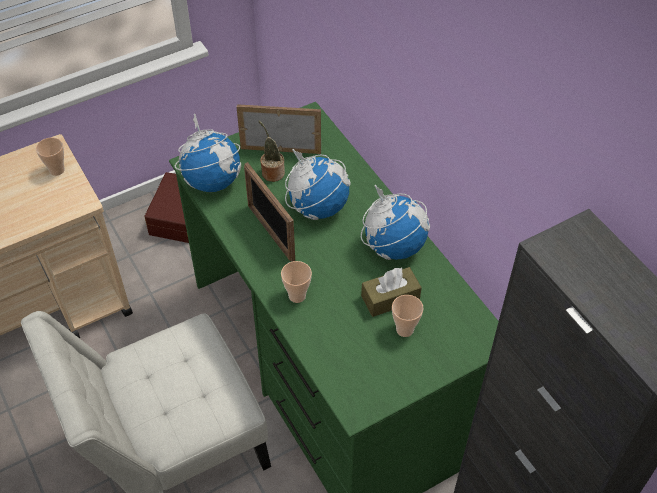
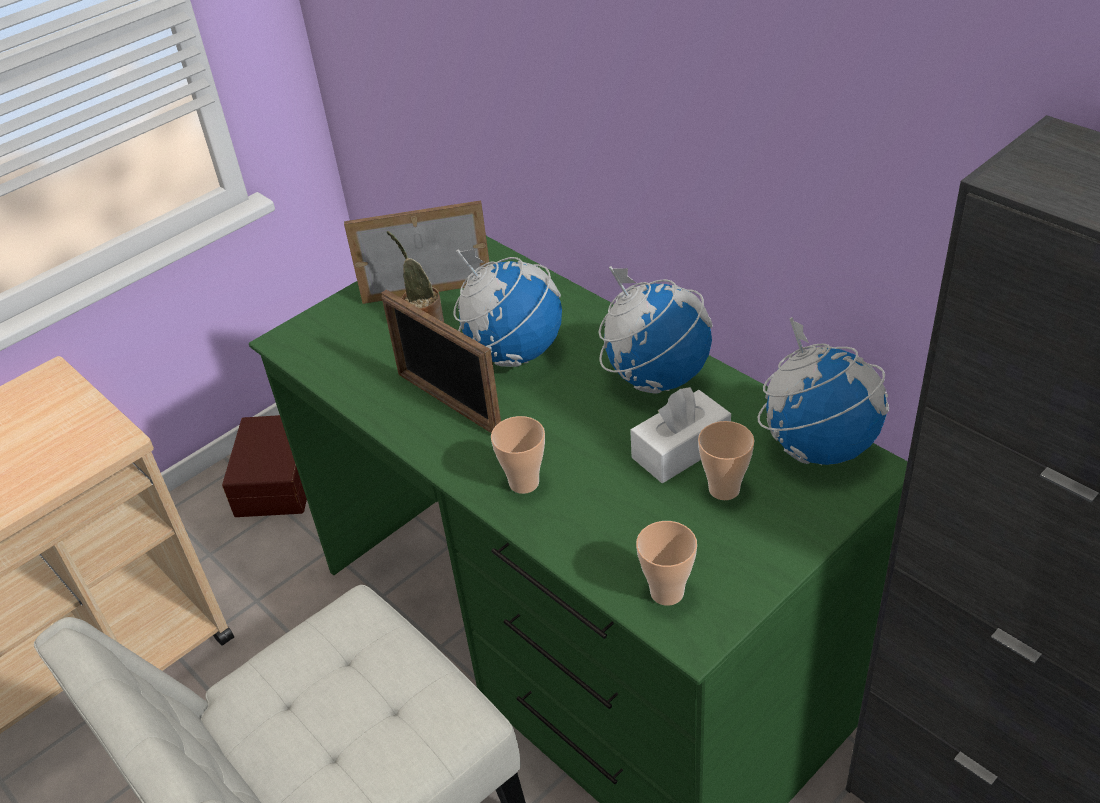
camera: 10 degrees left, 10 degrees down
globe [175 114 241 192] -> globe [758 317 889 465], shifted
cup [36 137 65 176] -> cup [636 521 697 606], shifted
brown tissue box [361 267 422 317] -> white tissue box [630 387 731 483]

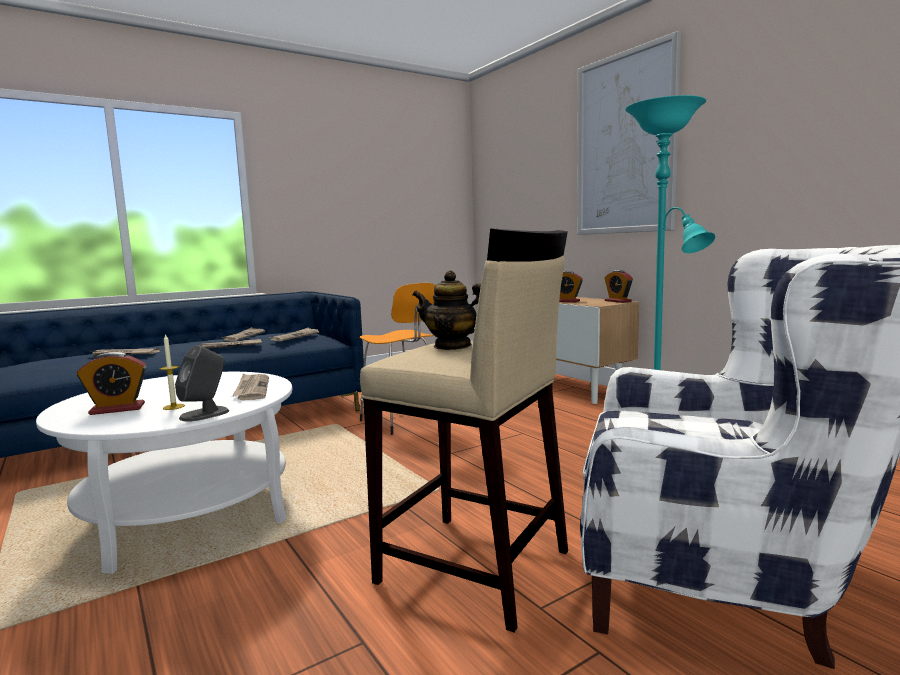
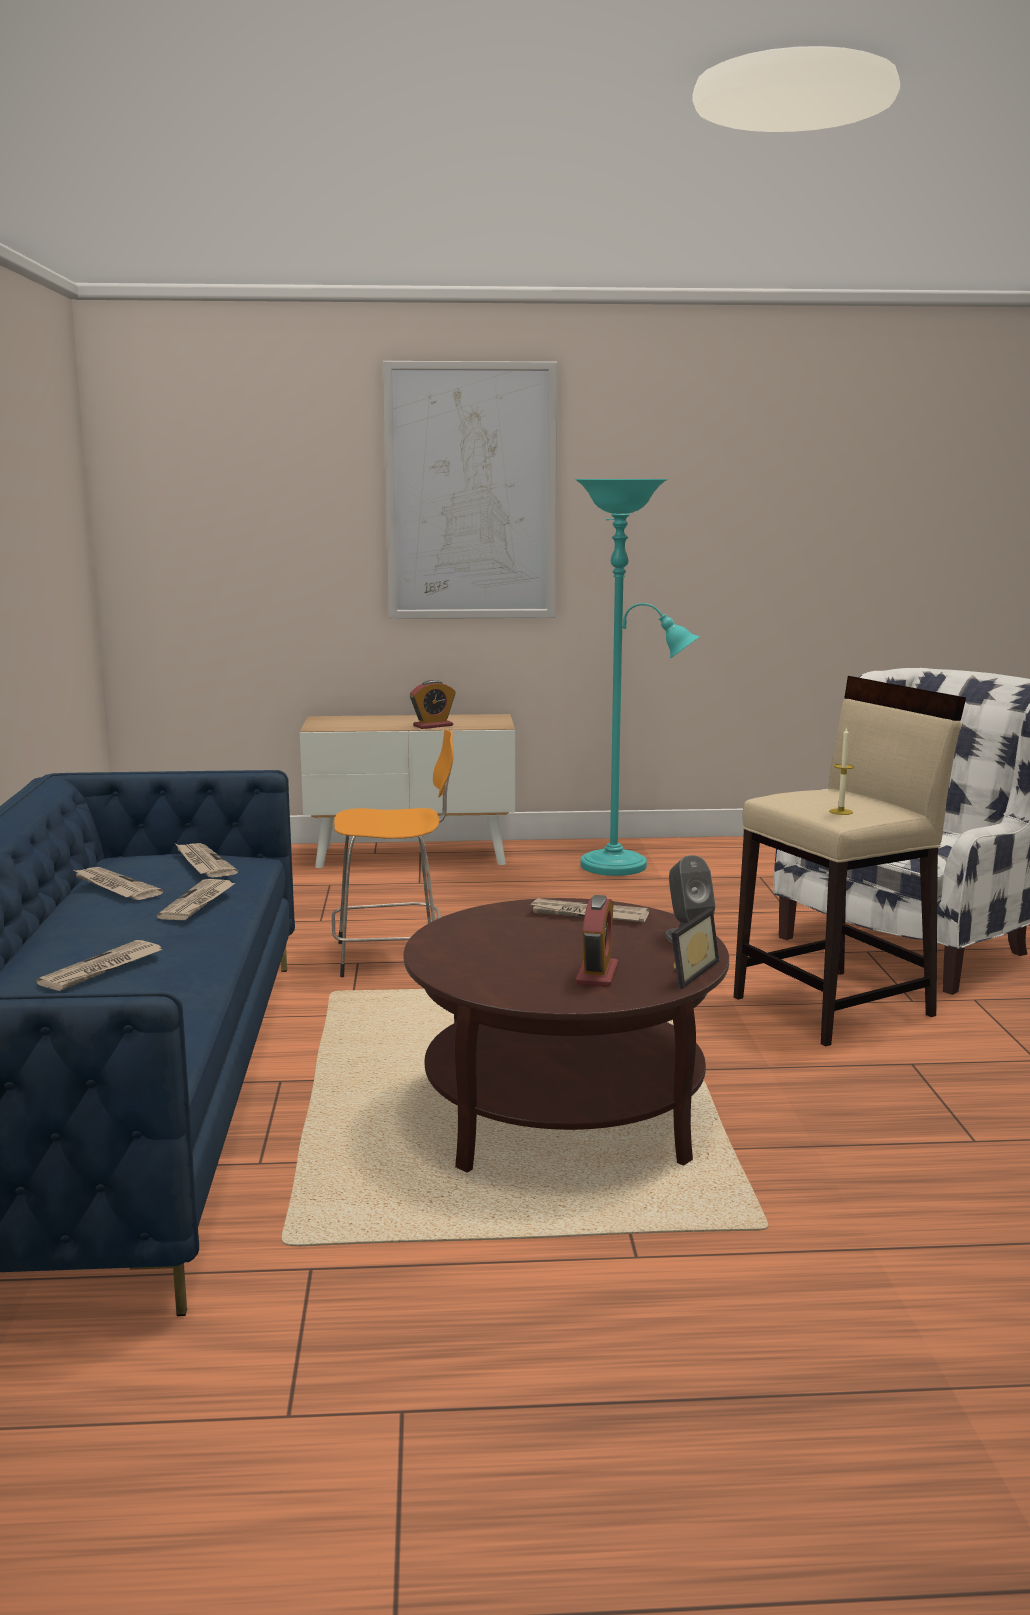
camera: 60 degrees left, 5 degrees up
teapot [412 270 481 350] -> none
alarm clock [604 270 633 303] -> none
candle [160 334 185 410] -> candle [829 727 854 815], shifted
white coffee table [36 372 292 574] -> brown coffee table [403 898 729 1173]
none -> picture frame [671 909 719 989]

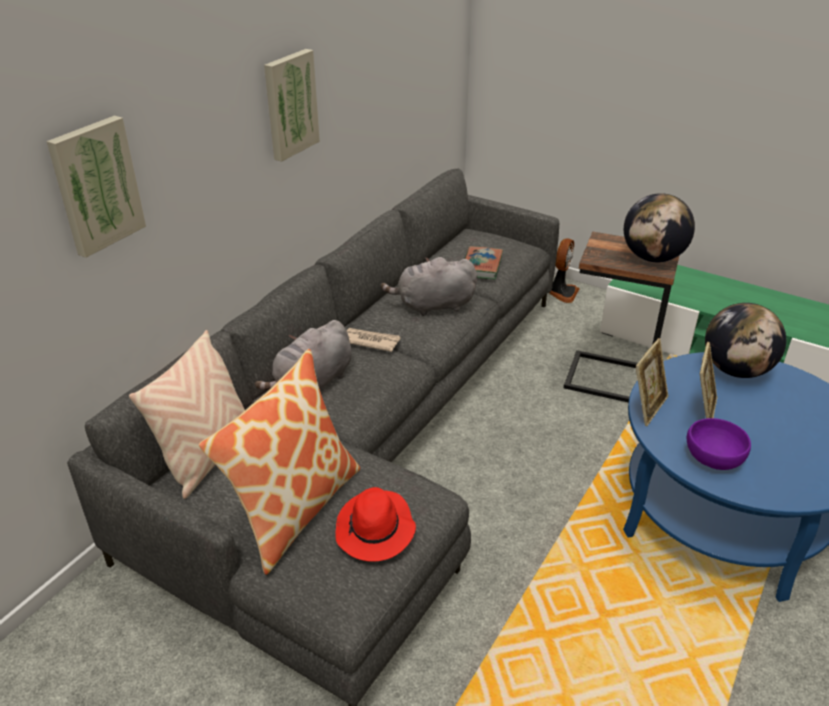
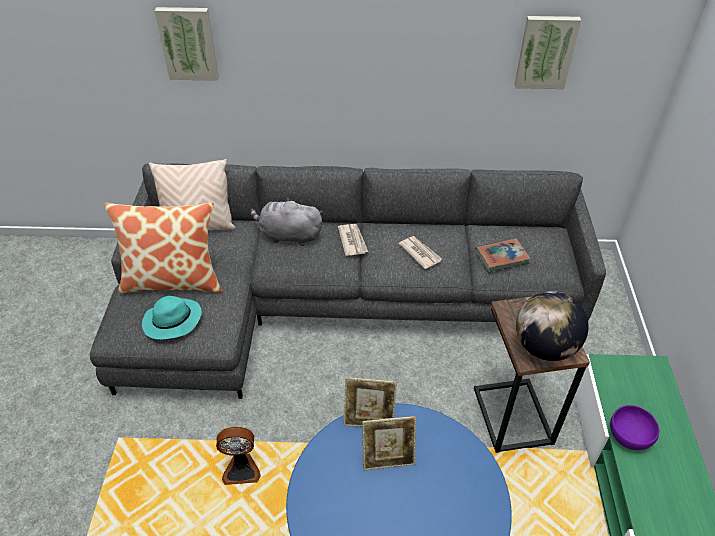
camera: 60 degrees right, 10 degrees up
picture [264 49 320 162] -> picture [514 16 581 89], shifted
fan [549 239 579 303] -> fan [216 427 261 485], shifted
grey plush toy [381 257 477 316] -> newspaper [398 236 442 269]
globe [705 303 786 378] -> none
purple bowl [687 418 751 470] -> purple bowl [610 405 659 450], shifted
red hat [336 487 416 562] -> turquoise hat [142 296 202 340]

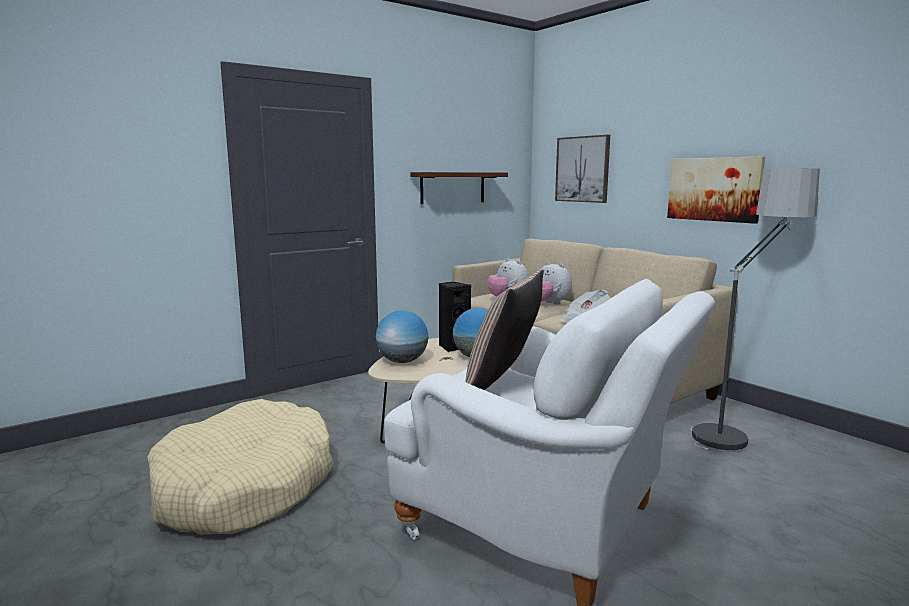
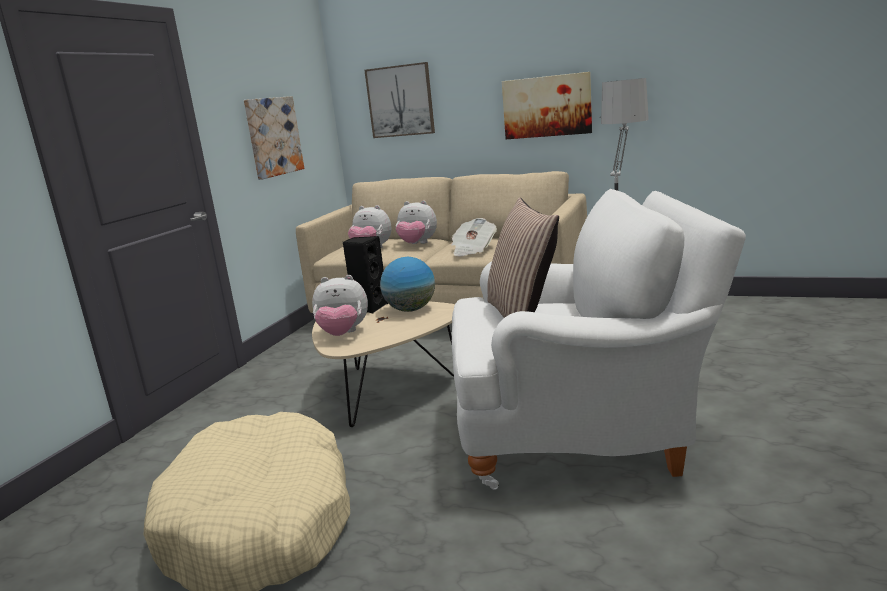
camera: 30 degrees left, 5 degrees up
brown shelf [410 172 508 204] -> picture [244 96 304 180]
globe [376 310 429 363] -> plush toy [312 275 368 336]

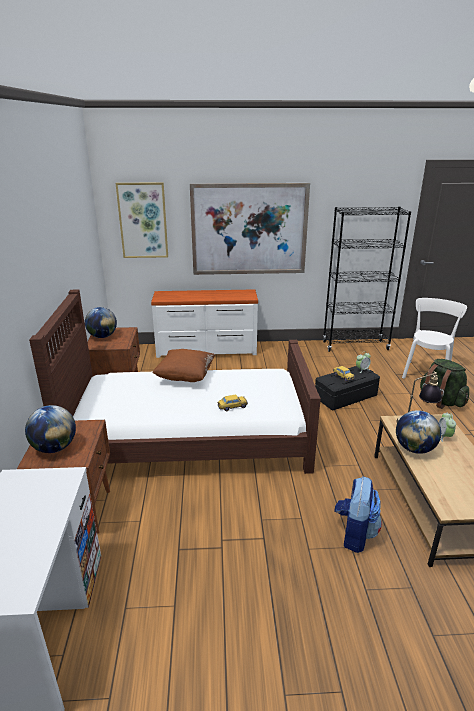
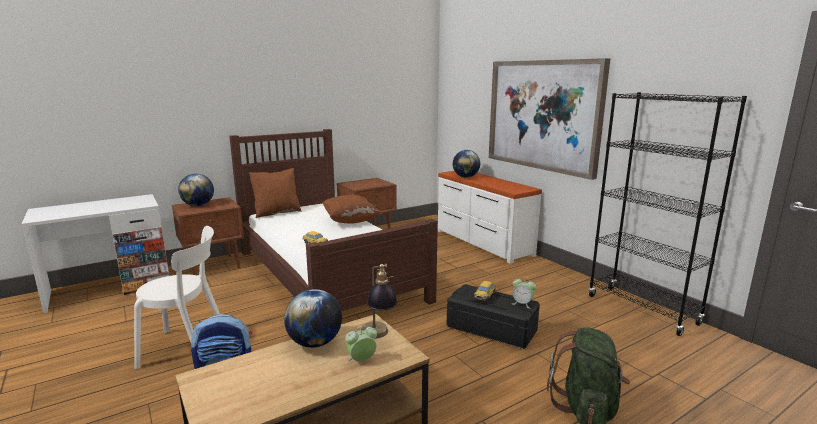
camera: 60 degrees right, 10 degrees down
picture [115 182 168 258] -> none
white chair [402 298 467 378] -> white chair [134 226 220 369], shifted
globe [85 307 117 338] -> globe [453 150 480 178], shifted
none -> brown pillow [249 168 302 218]

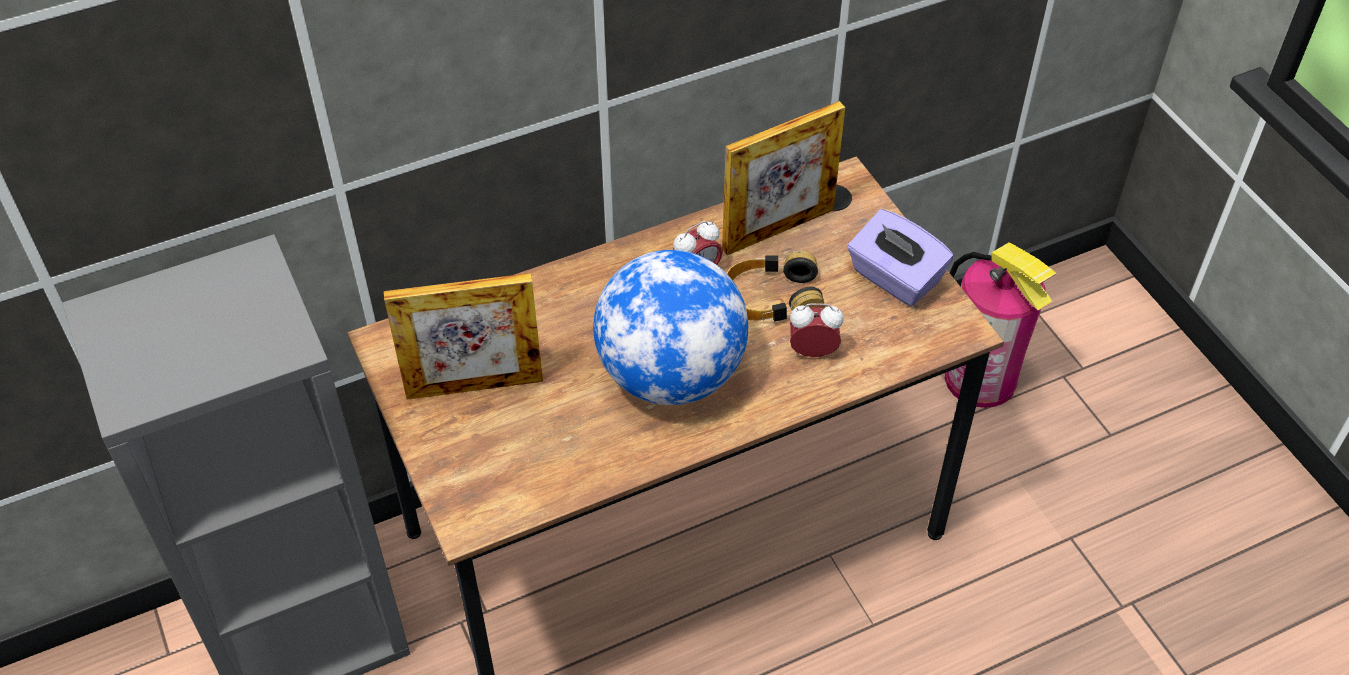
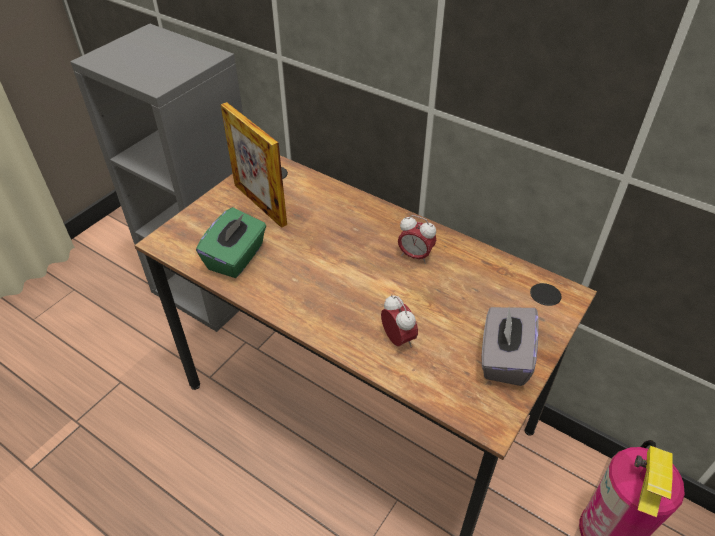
camera: 60 degrees right, 5 degrees down
picture frame [722 101 845 255] -> none
purple tissue box [847 209 954 306] -> grey tissue box [482 307 539 386]
globe [593 250 748 405] -> none
headphones [726 251 825 322] -> none
none -> green tissue box [196 207 266 278]

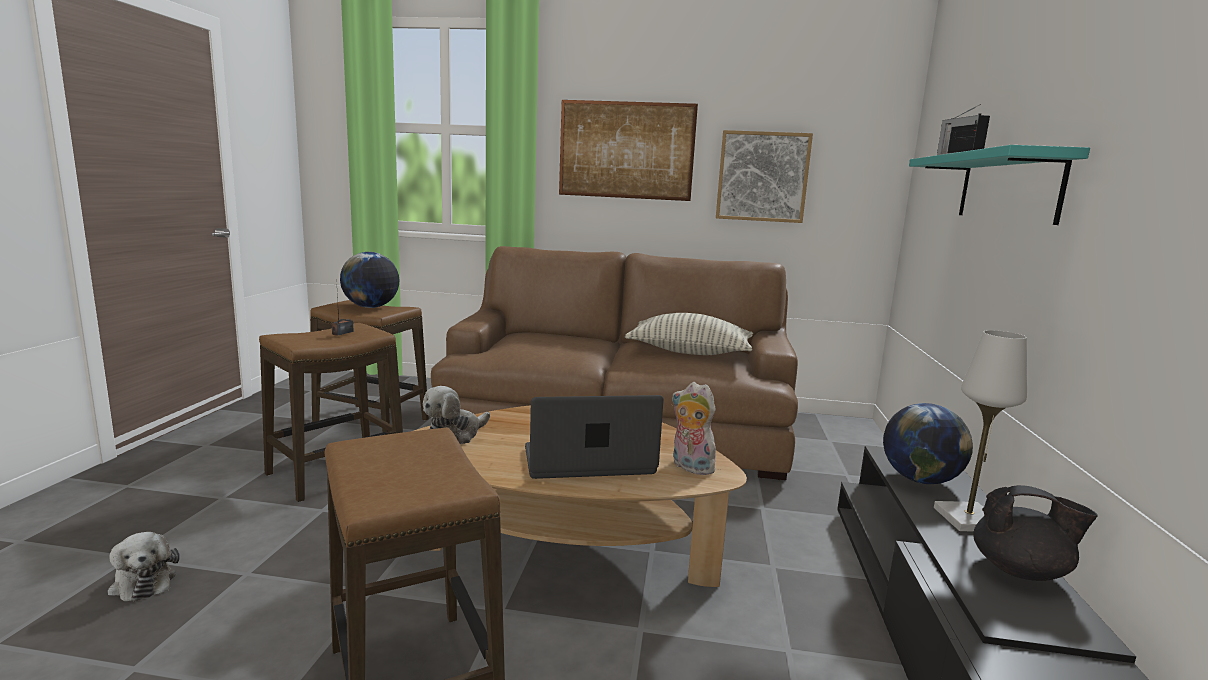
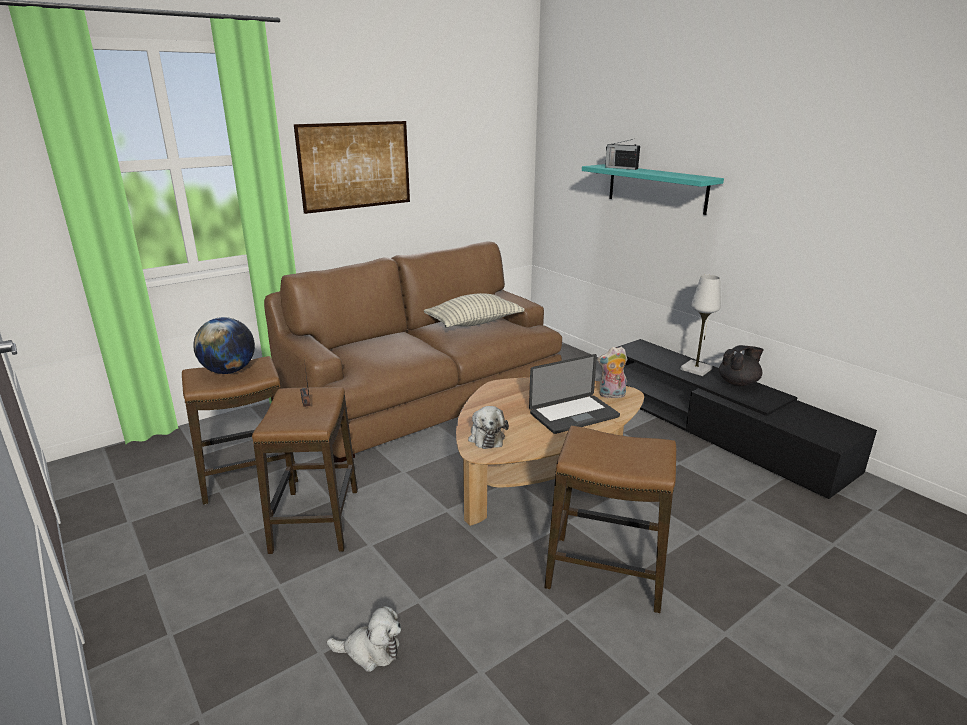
camera: 45 degrees left, 10 degrees up
picture [716 130 813 223] -> none
laptop [525 395 664 479] -> laptop [529 354 620 434], 150 degrees counterclockwise
globe [883 403 973 484] -> none

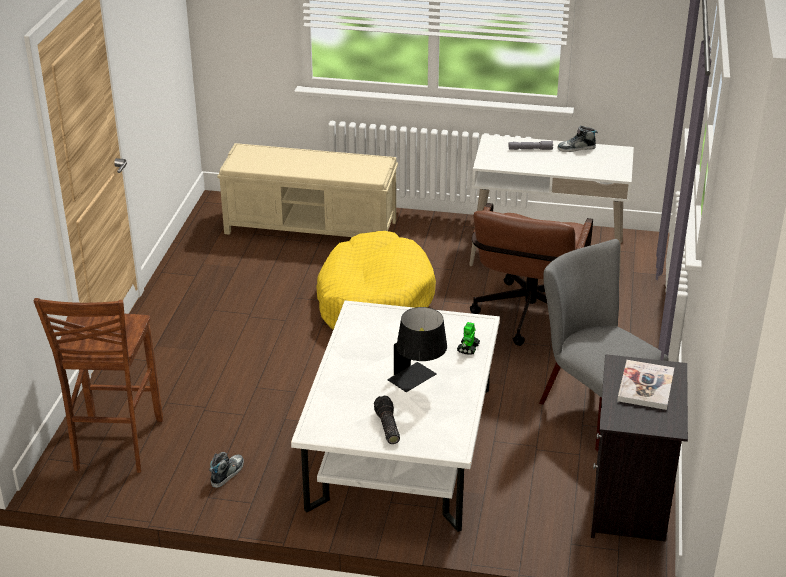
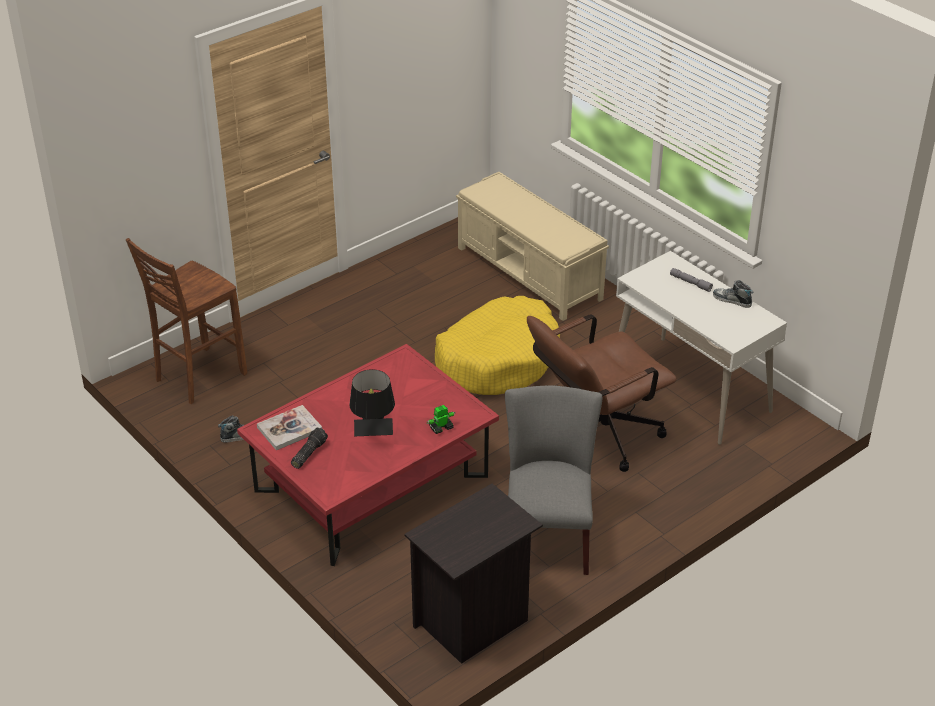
camera: 40 degrees right, 5 degrees up
white coffee table [291 300 500 532] -> red coffee table [237 344 499 566]
book [617 360 674 410] -> book [257 405 322 450], shifted

